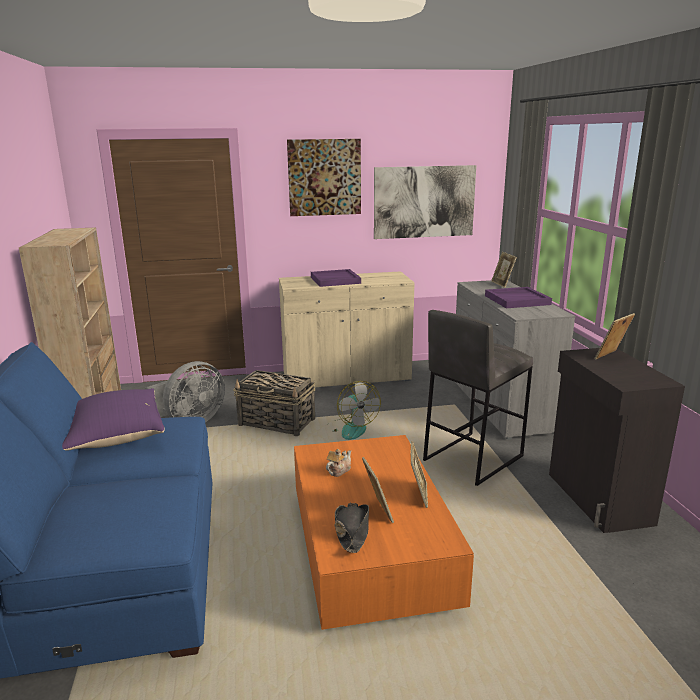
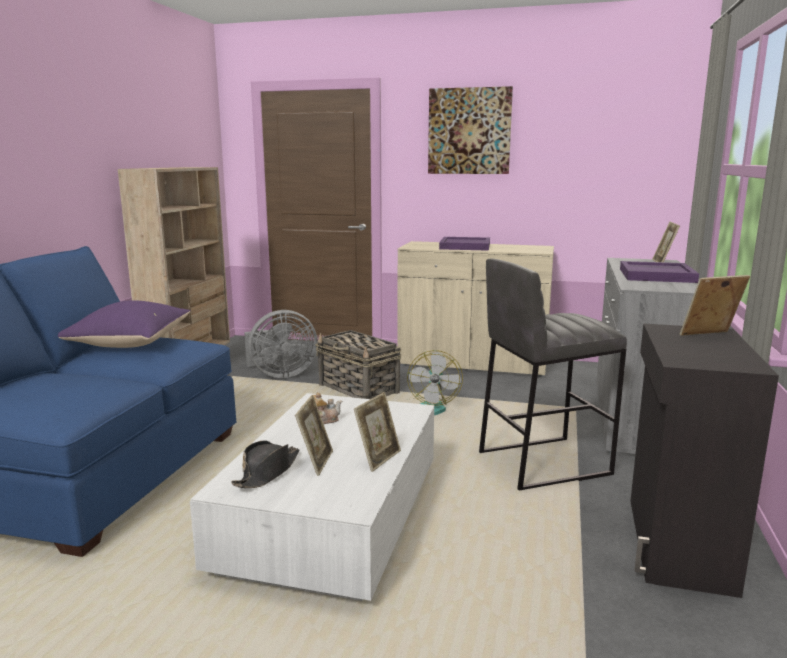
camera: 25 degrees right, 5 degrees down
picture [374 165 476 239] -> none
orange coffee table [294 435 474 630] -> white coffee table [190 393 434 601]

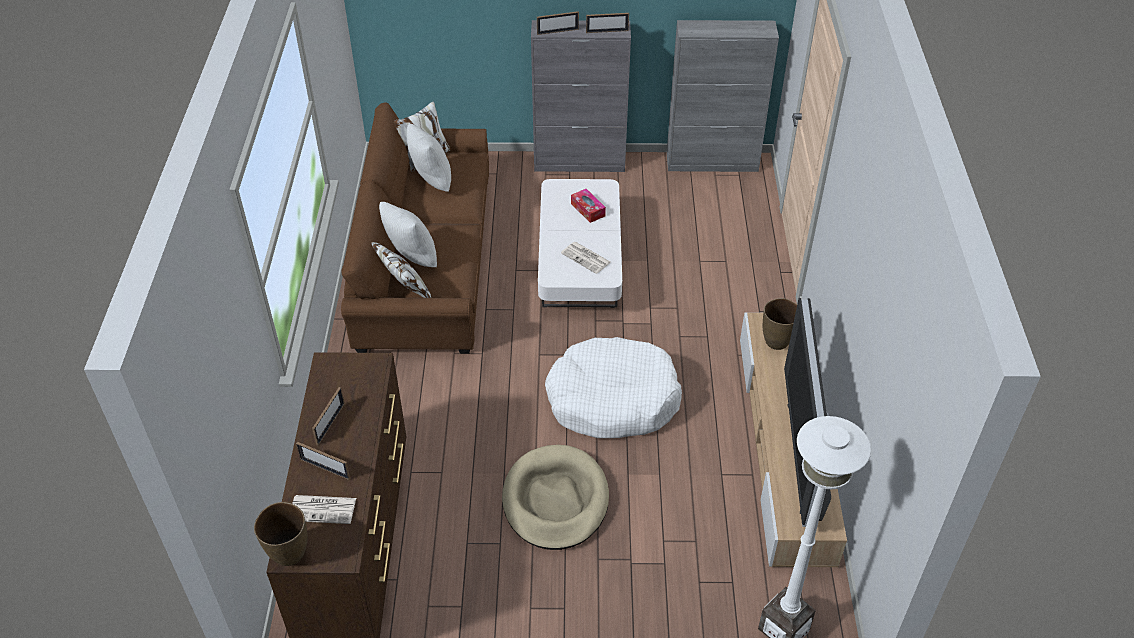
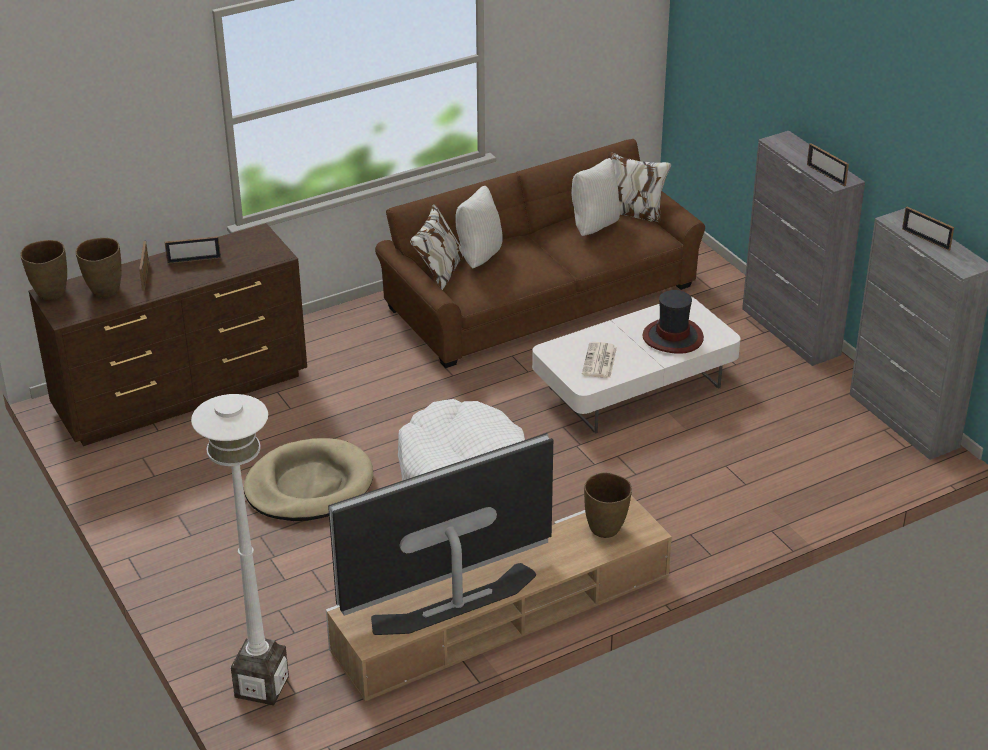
camera: 60 degrees right, 10 degrees down
picture frame [537 11 579 35] -> picture frame [902 207 954 251], shifted
tissue box [571 189 606 223] -> hat [642 290 704 354]
newspaper [292 495 356 524] -> brown vase [76 238 122 297]

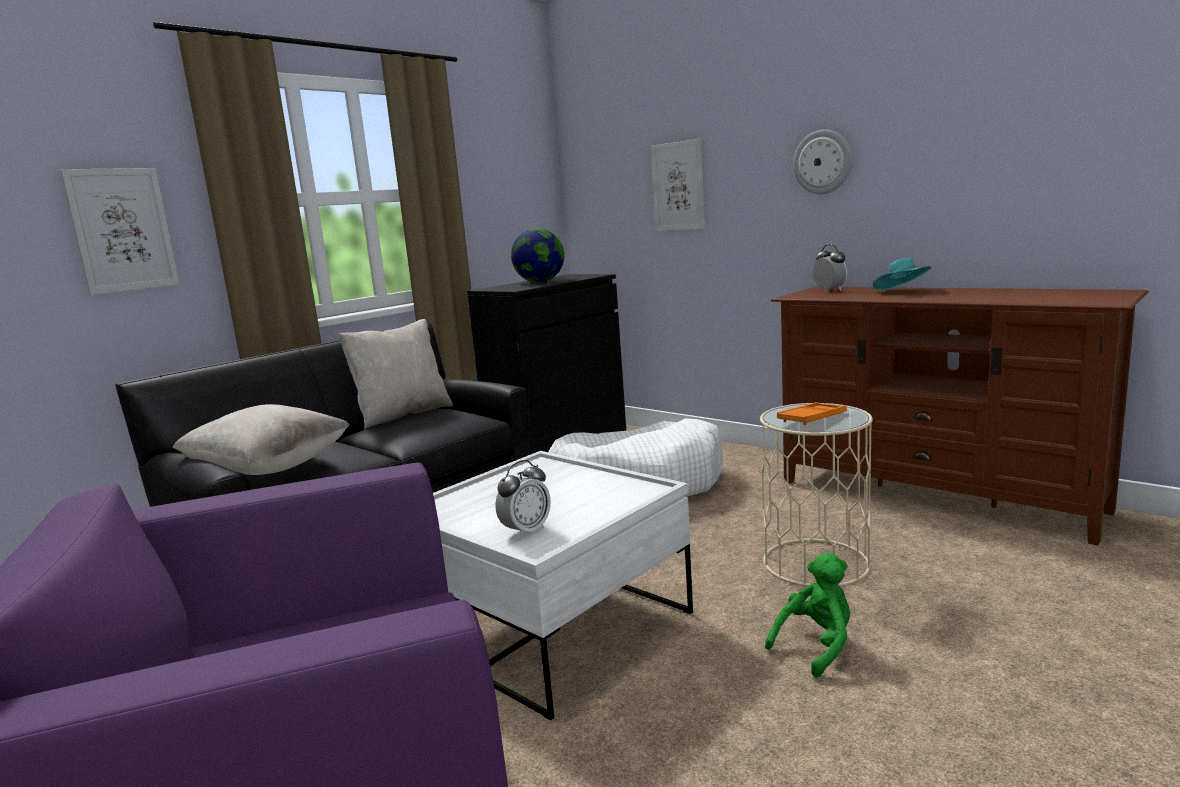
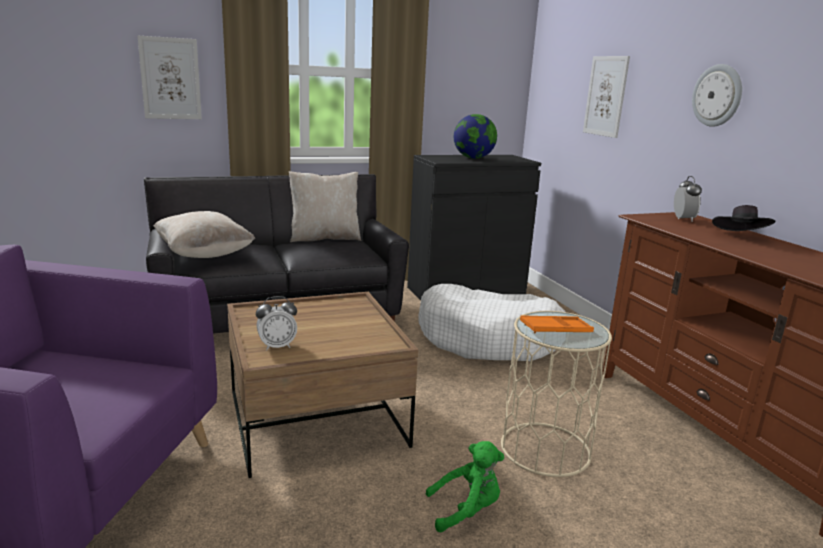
camera: 25 degrees right, 5 degrees up
turquoise hat [873 258 931 290] -> black hat [712 205 776 231]
white coffee table [433 451 693 720] -> brown coffee table [227 292 418 478]

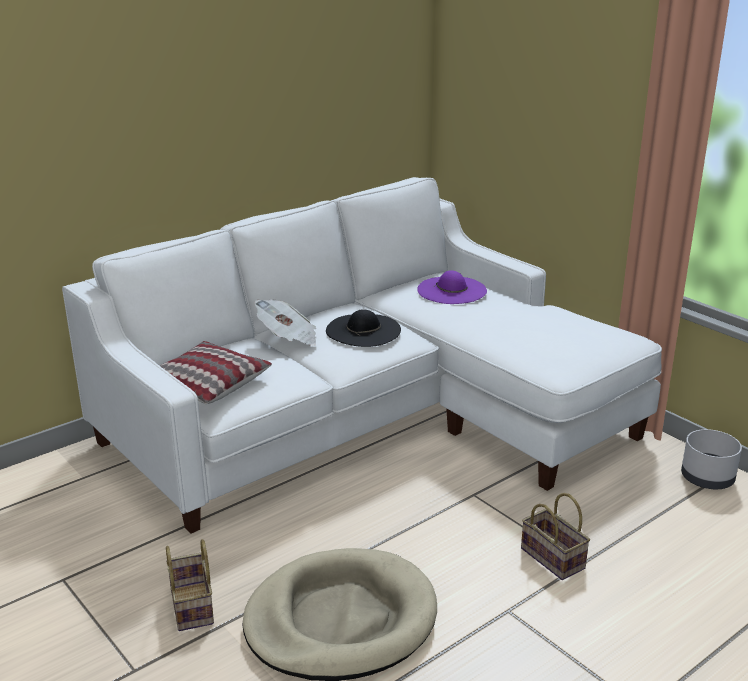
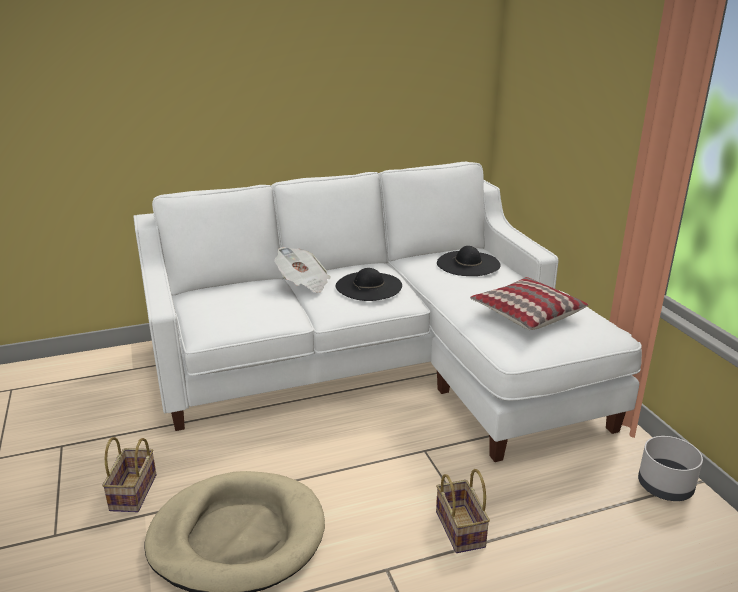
camera: 20 degrees right, 0 degrees up
purple hat [417 270 487 304] -> black hat [437 246 501 276]
pillow [159 341 272 404] -> pillow [470 277 588 330], shifted

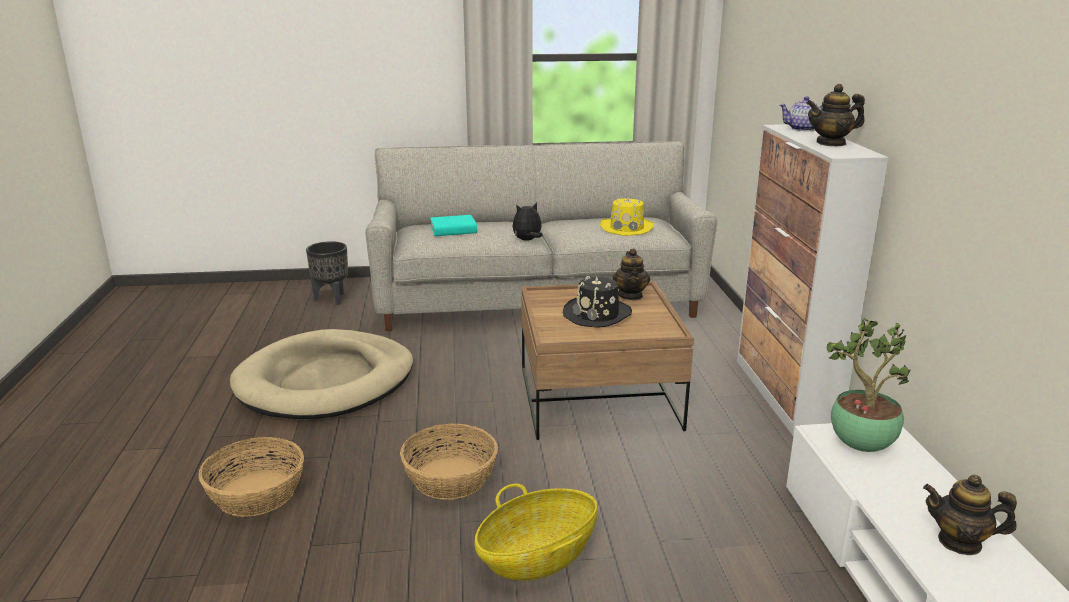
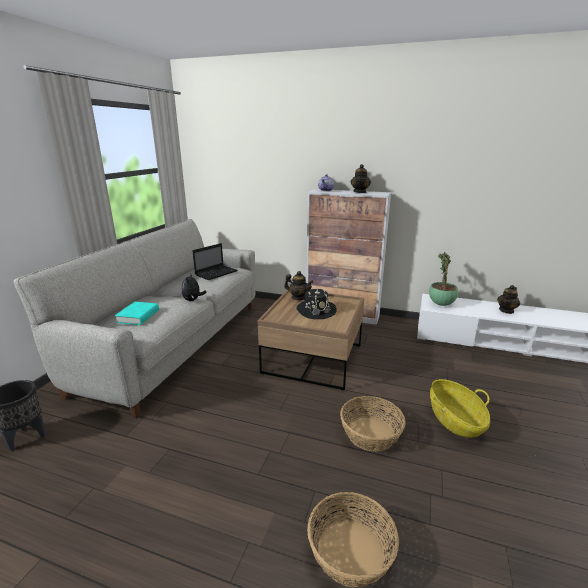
camera: 65 degrees left, 0 degrees up
yellow hat [600 197 654 236] -> laptop [193 243 238 280]
beige dog bed [230 329 413 419] -> none

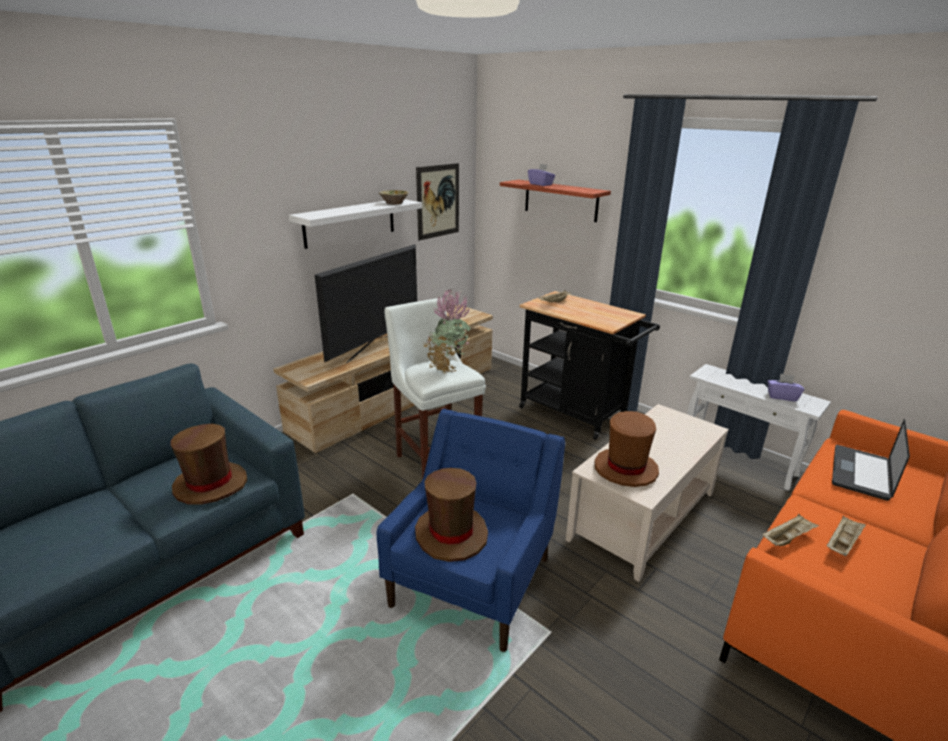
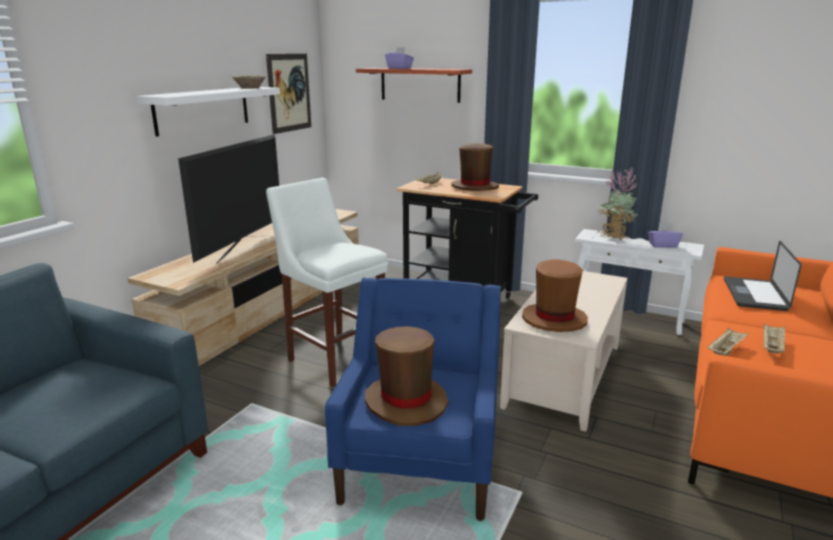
camera: 15 degrees left, 5 degrees down
potted plant [422 290 471 373] -> potted plant [597 168 638 239], shifted
brown hat [171 424 247 504] -> brown hat [451 144 499 191], shifted

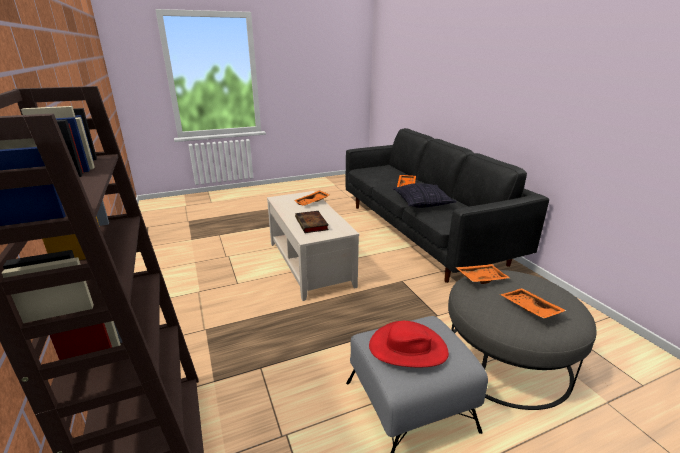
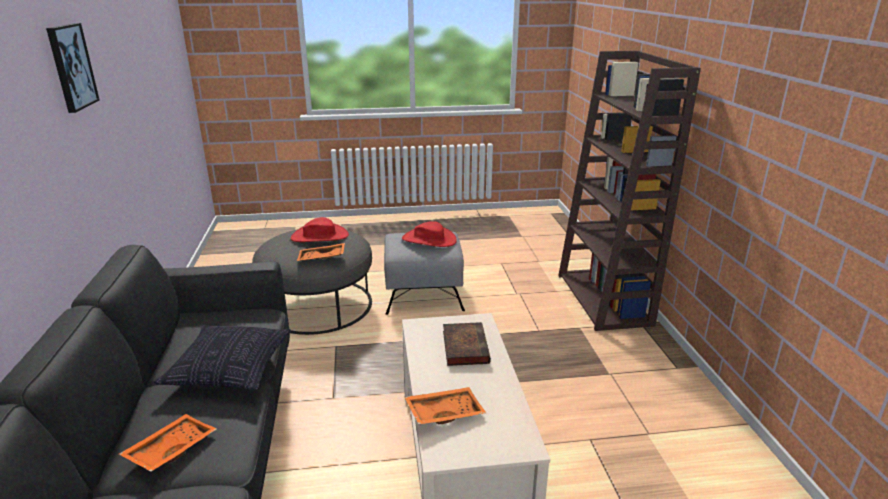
camera: 165 degrees left, 0 degrees up
orange tray [500 288 567 319] -> red hat [291 217 349 242]
none -> picture [46 23 99 113]

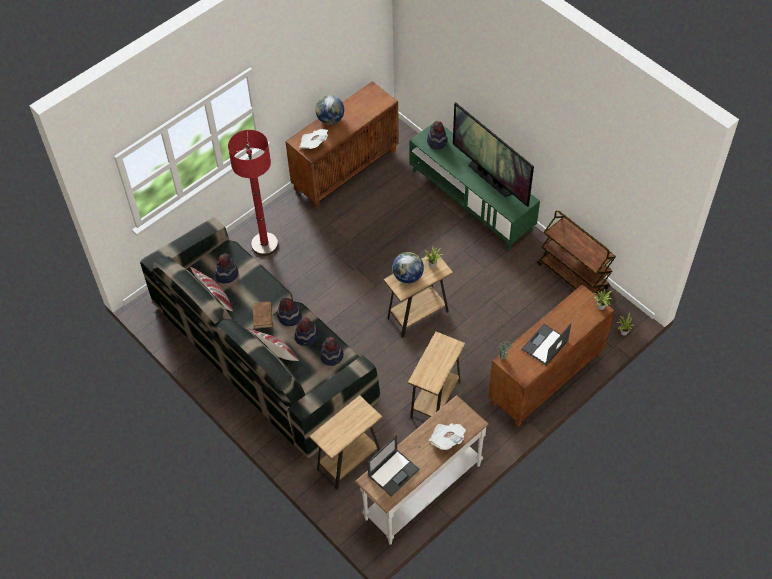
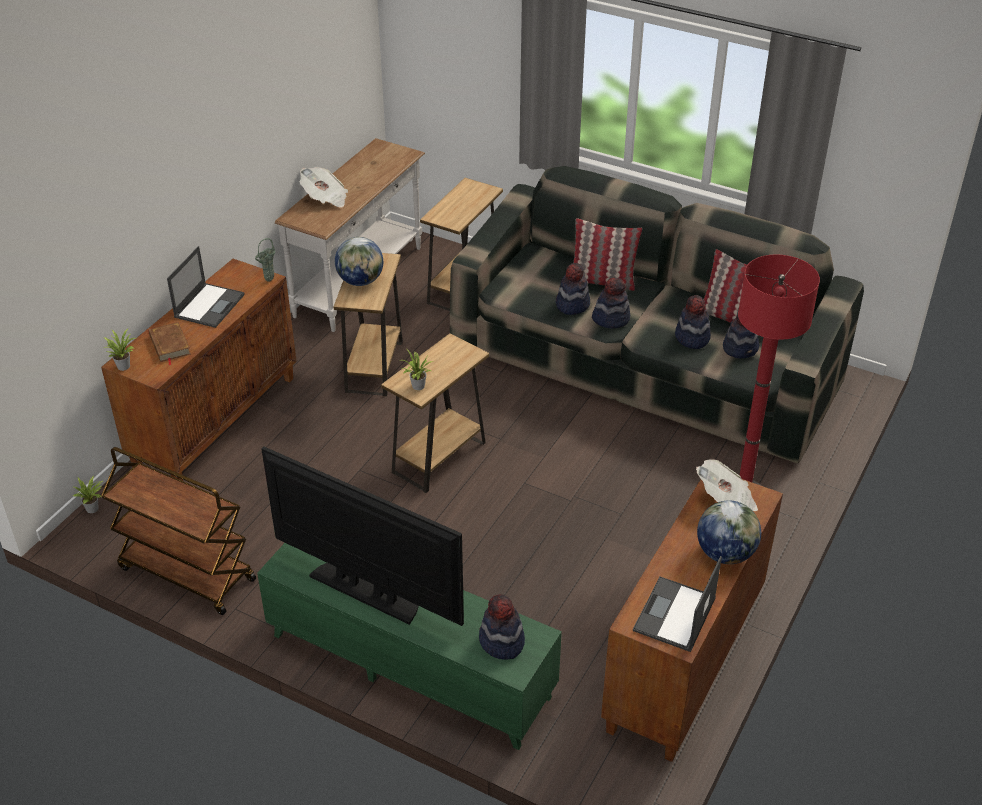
camera: 160 degrees right, 15 degrees down
globe [392 252 424 284] -> globe [335 237 383 286], shifted
brown book [253 301 273 329] -> brown book [149 322 191 365], shifted
hat [320 337 343 366] -> hat [675 295 711 349], shifted
laptop [367 435 420 497] -> laptop [633 556 722 652], shifted

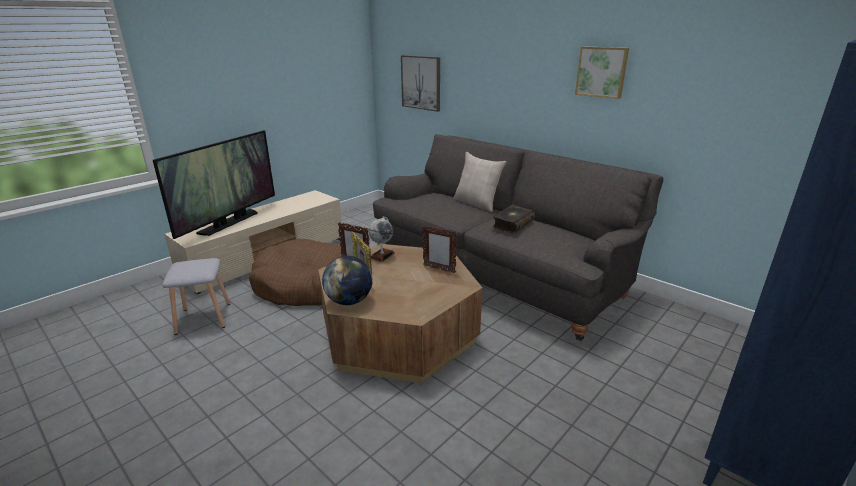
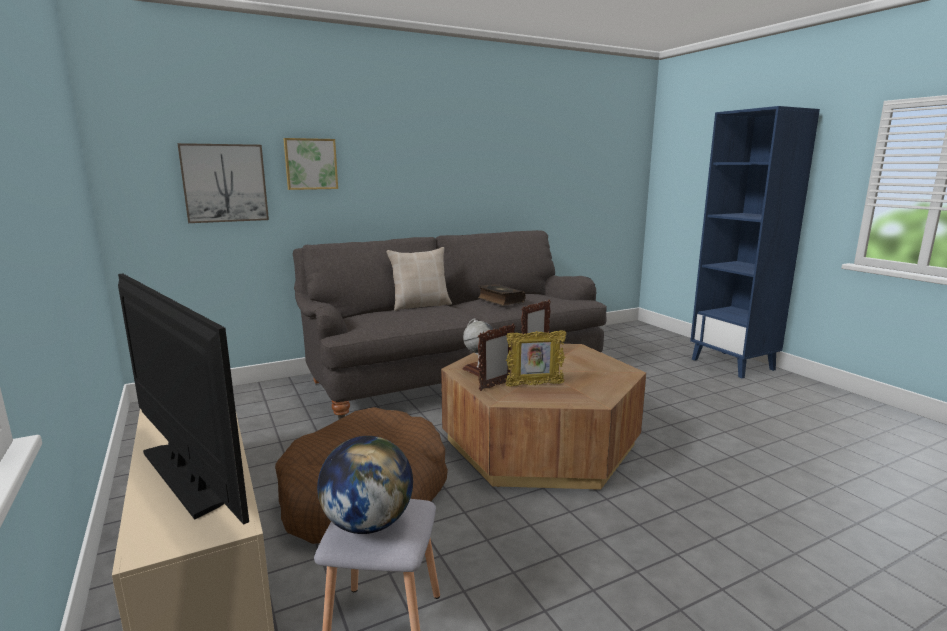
camera: 70 degrees left, 10 degrees down
picture [575 46 629 99] -> picture [283 138 338 190], shifted
globe [322 256 372 305] -> globe [317 436 413 534], shifted

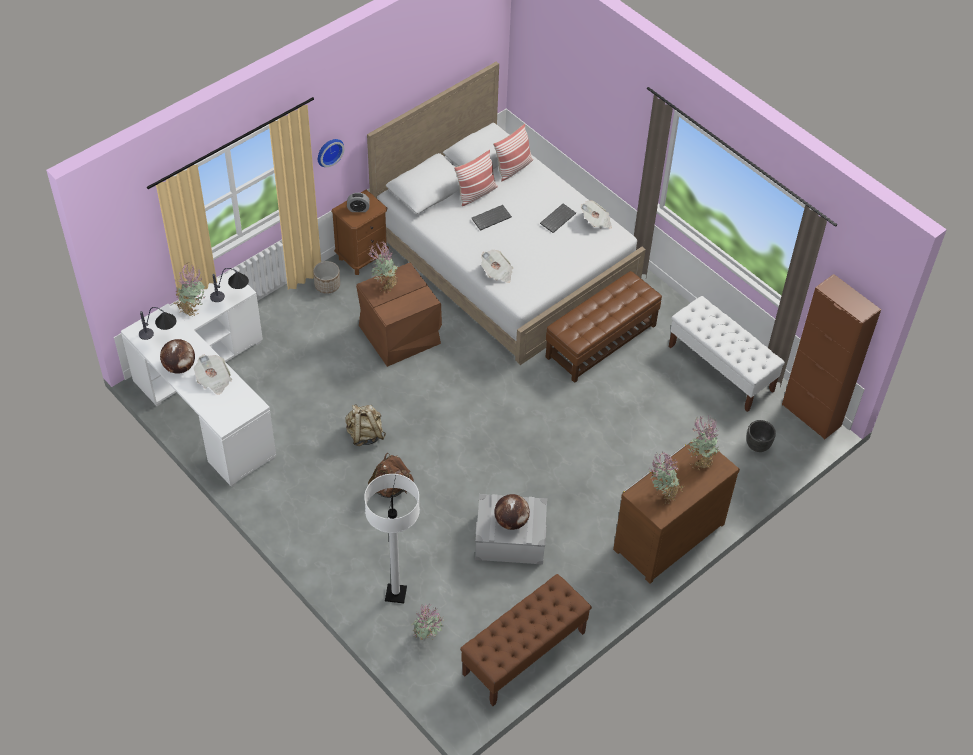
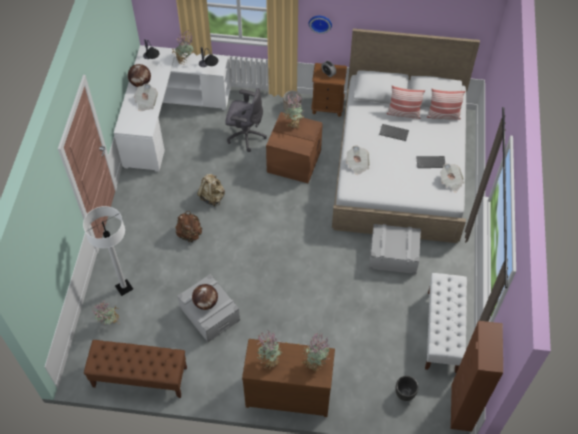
camera: 50 degrees right, 5 degrees up
brown ottoman [546 271 662 383] -> grey storage box [369 224 421 274]
none -> grey office chair [225 88 267 152]

